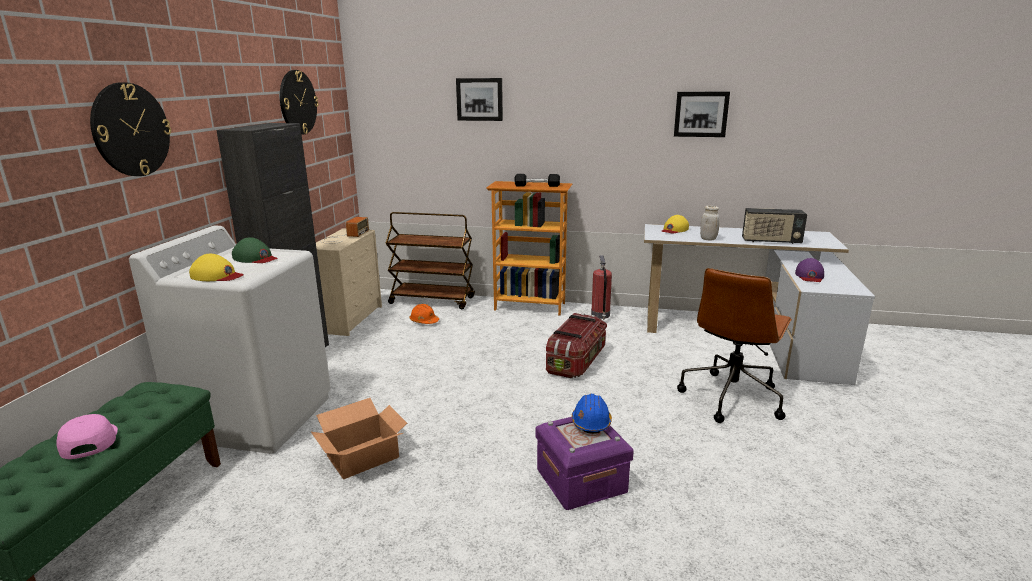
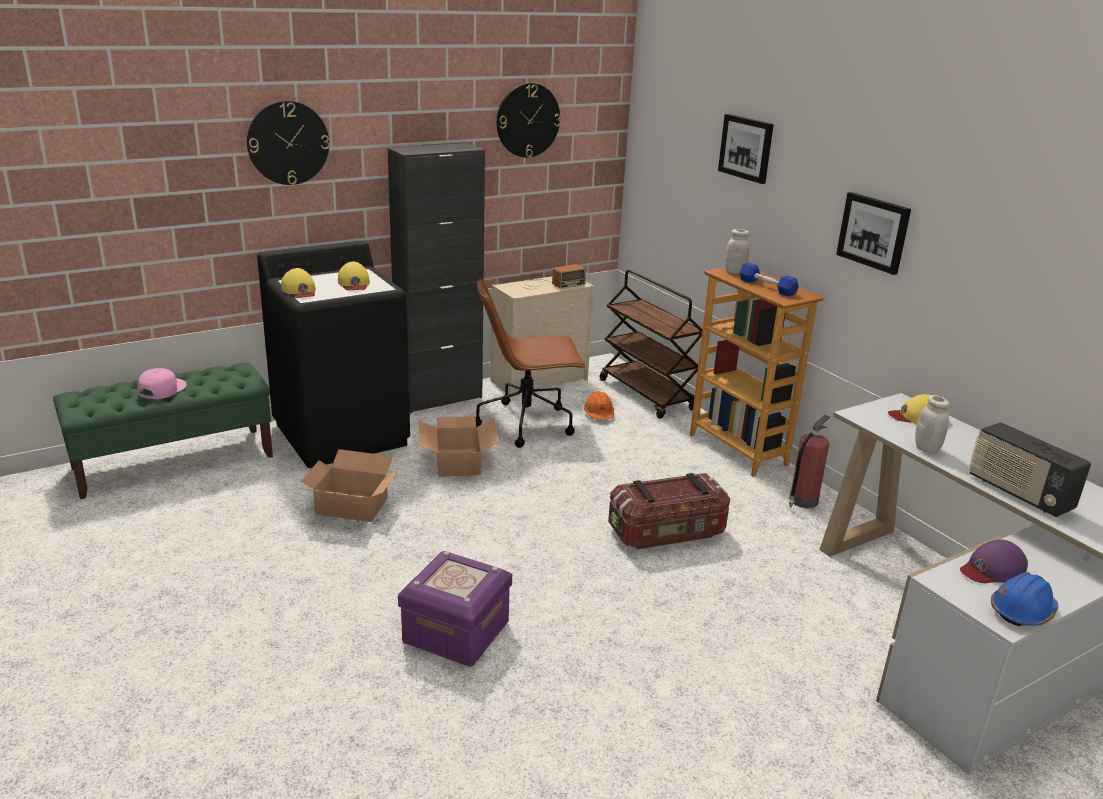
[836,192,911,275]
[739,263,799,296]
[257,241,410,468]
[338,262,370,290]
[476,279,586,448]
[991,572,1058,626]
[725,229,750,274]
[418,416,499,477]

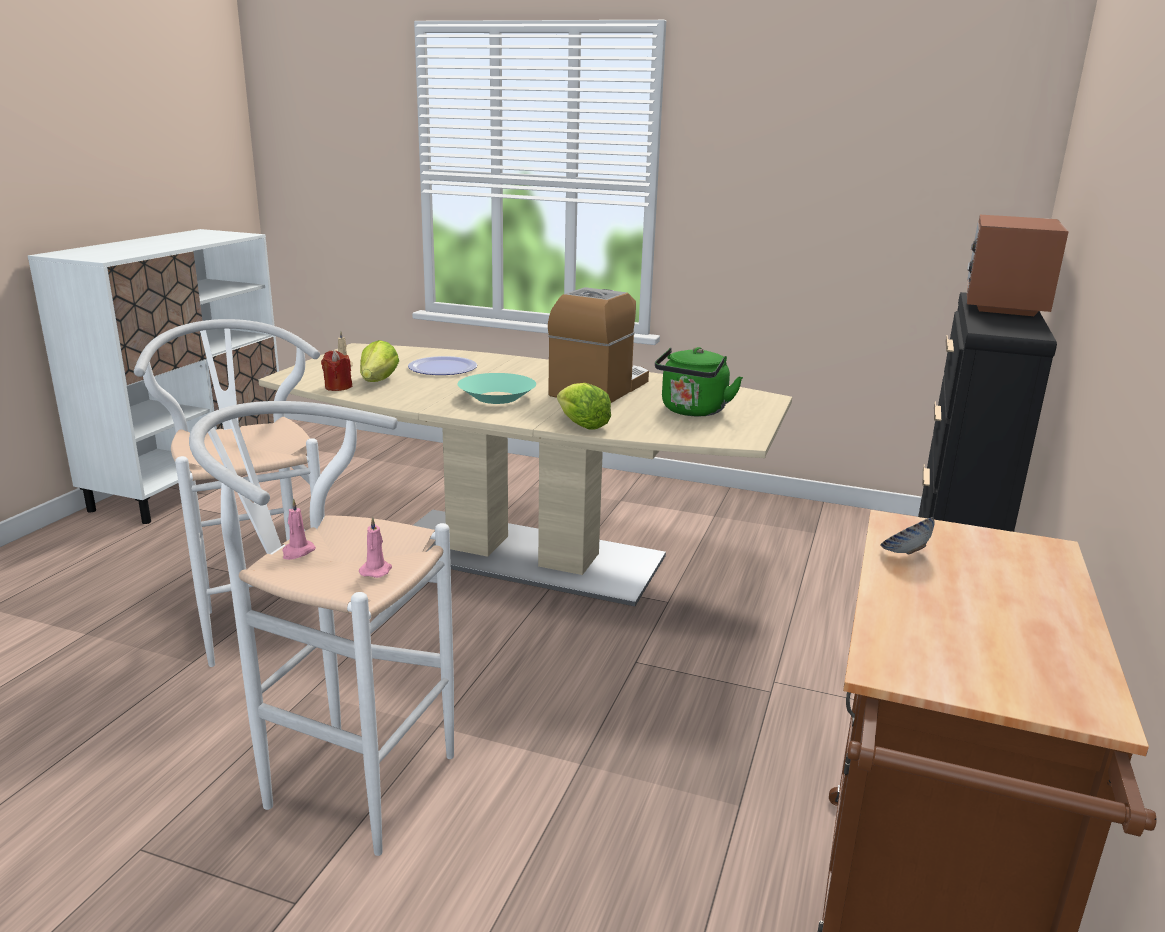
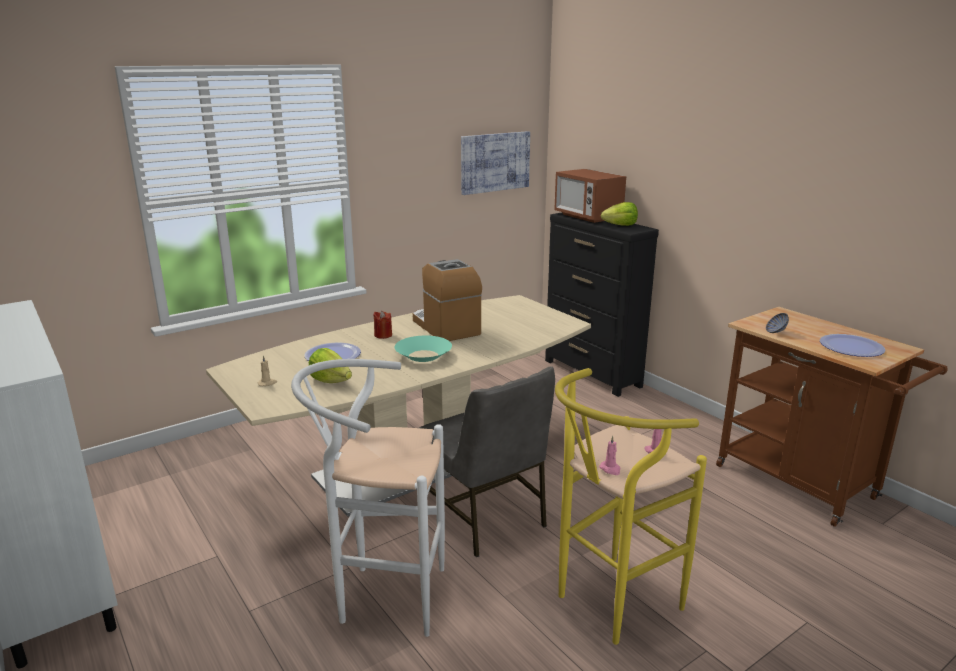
[655,347,743,416] (first image)
[373,311,392,339]
[601,202,638,226]
[555,368,707,645]
[461,131,530,195]
[820,334,886,357]
[419,366,555,557]

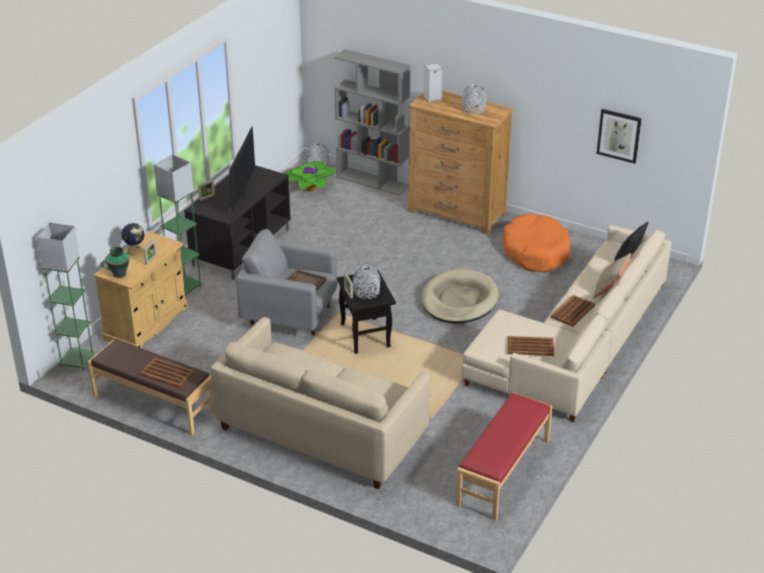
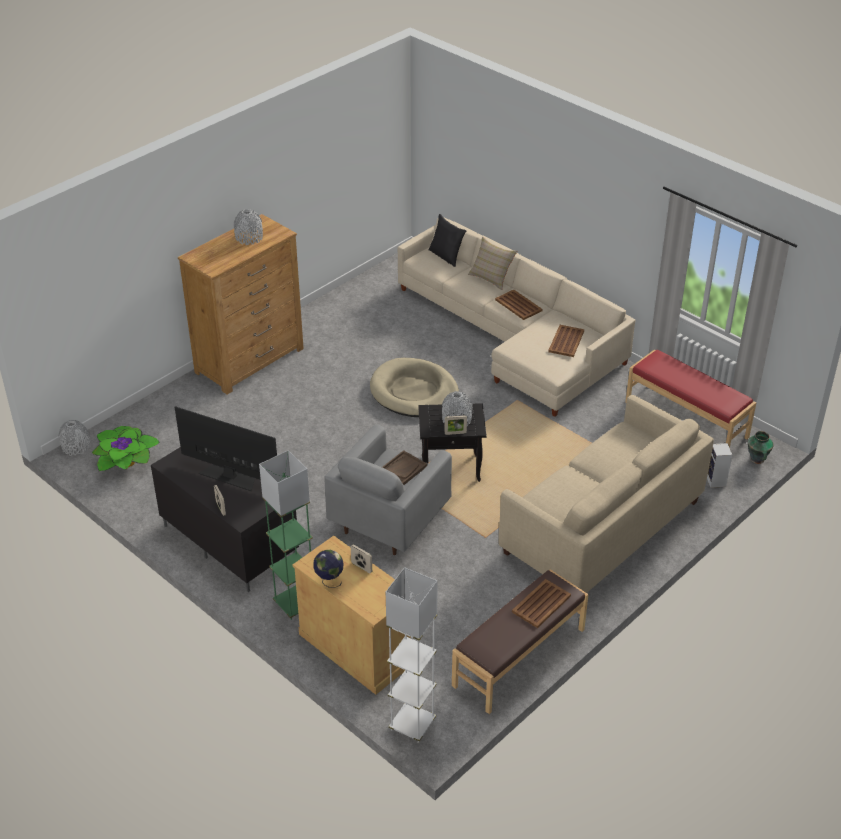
[334,49,410,195] (first image)
[707,443,732,488]
[597,109,642,164] (first image)
[502,213,570,273] (first image)
[386,567,438,743]
[748,431,773,464]

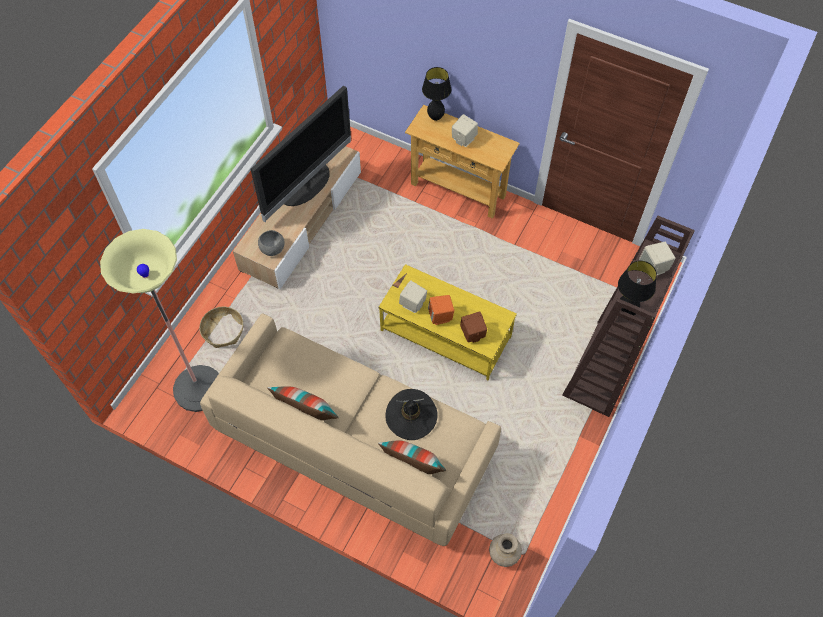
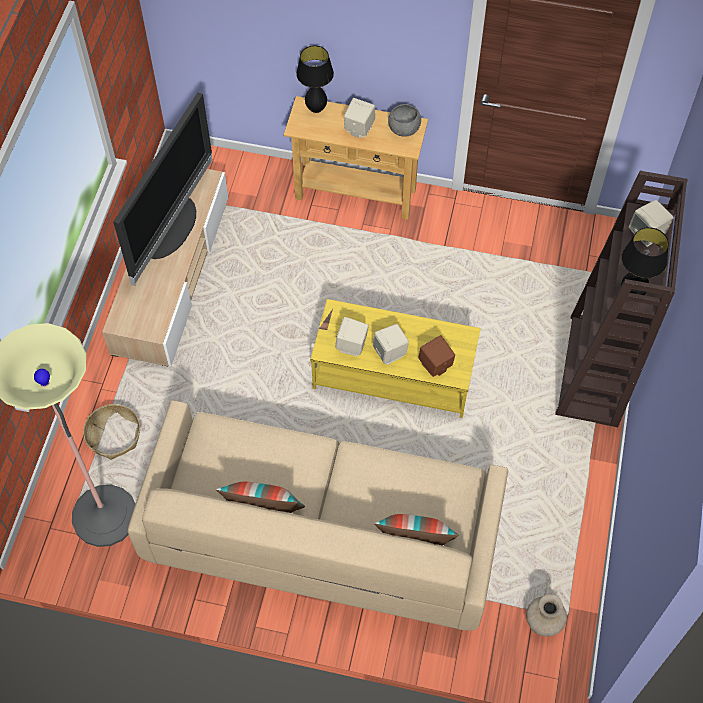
[388,104,421,137]
[373,324,409,365]
[385,389,438,440] (first image)

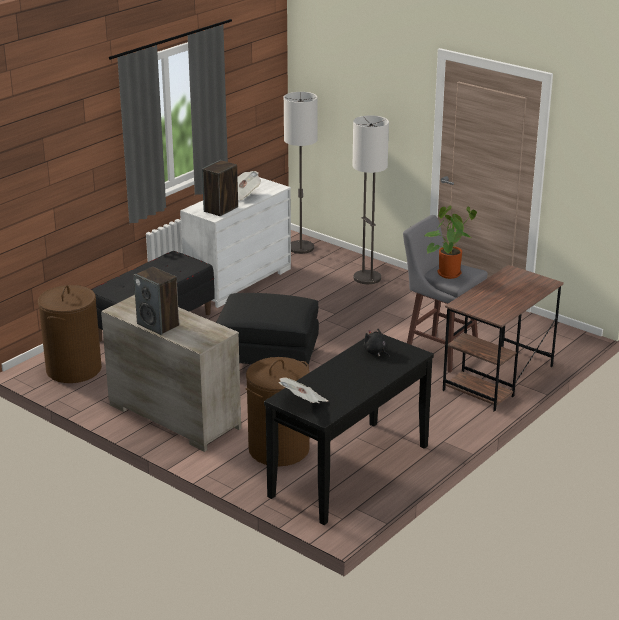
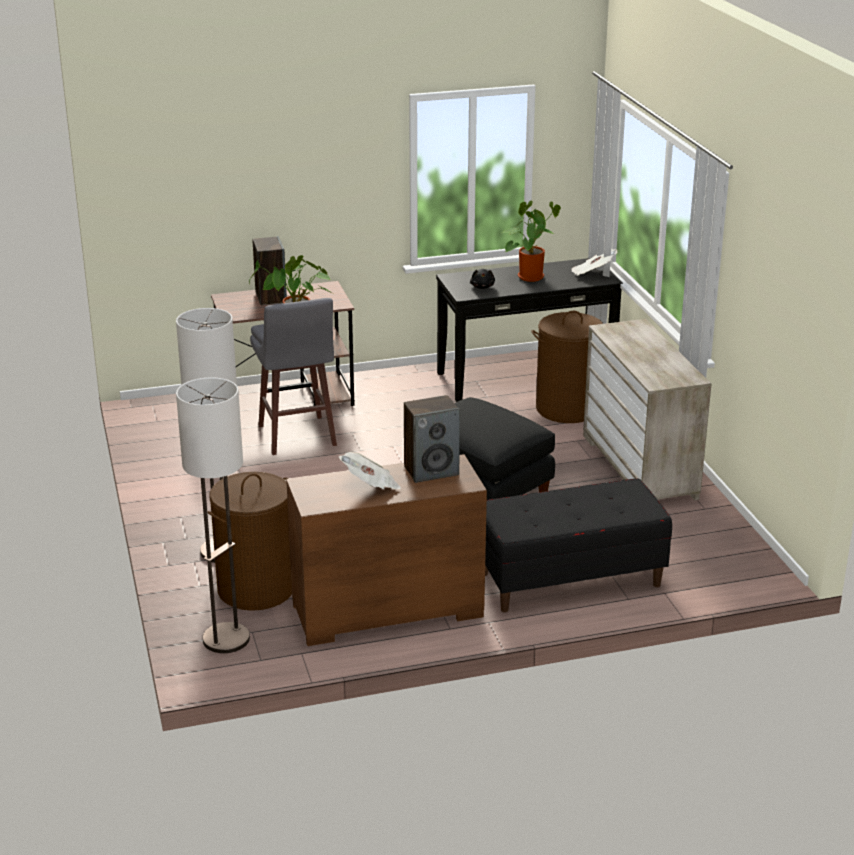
[286,454,487,646]
[252,236,287,305]
[207,472,292,611]
[501,201,561,282]

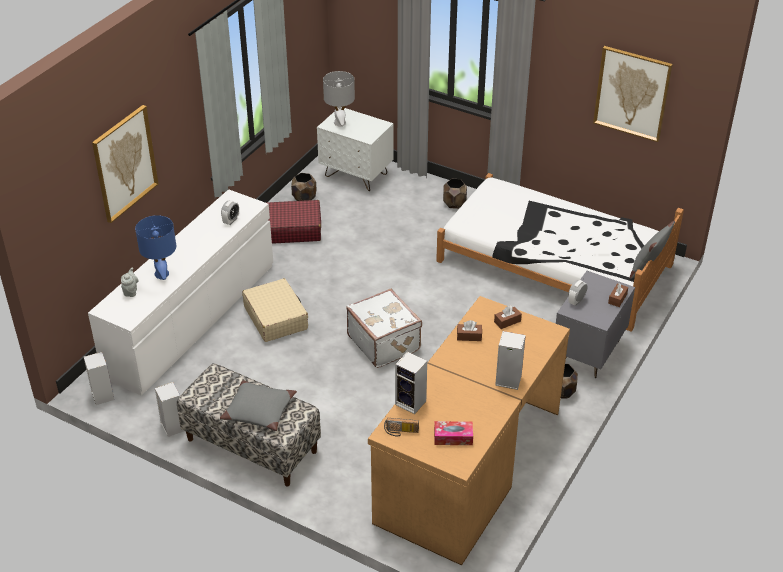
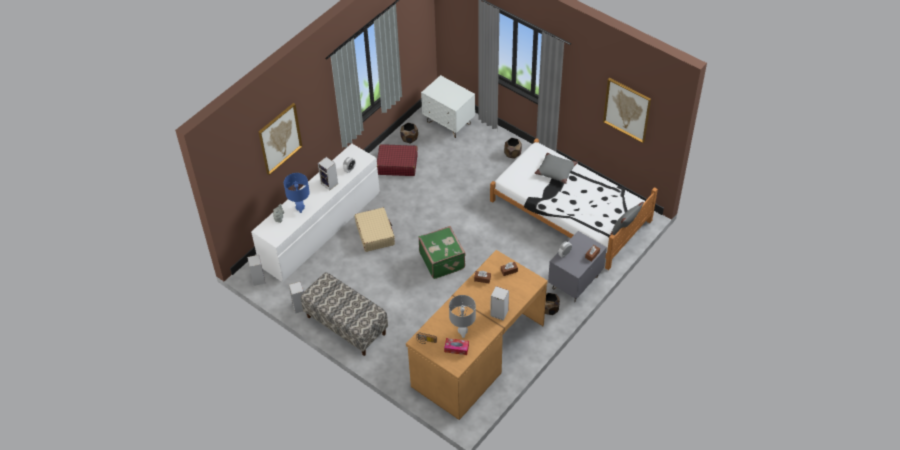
[449,295,476,338]
[418,226,466,279]
[318,157,338,190]
[534,153,578,184]

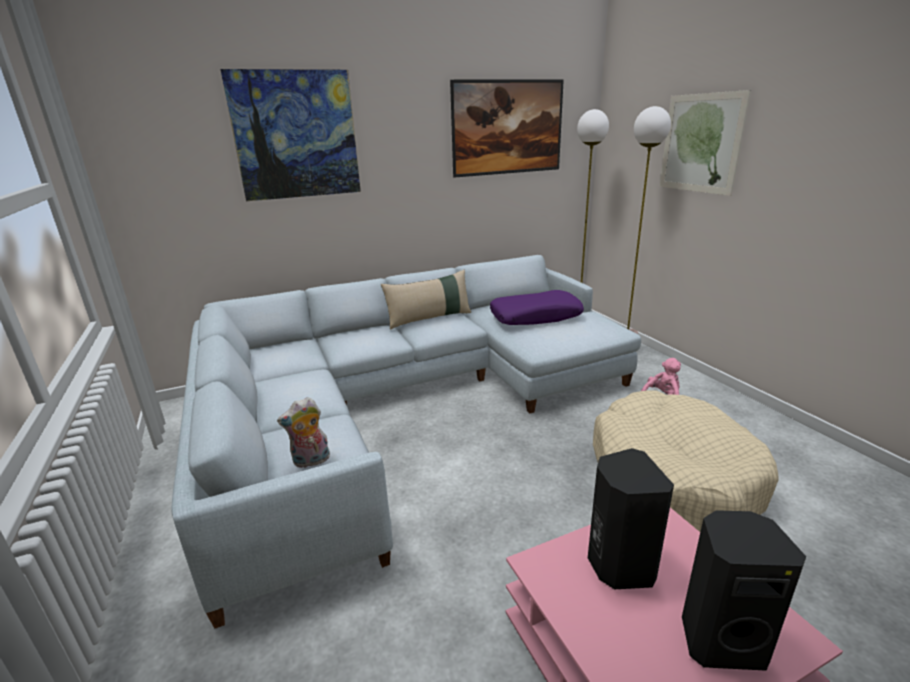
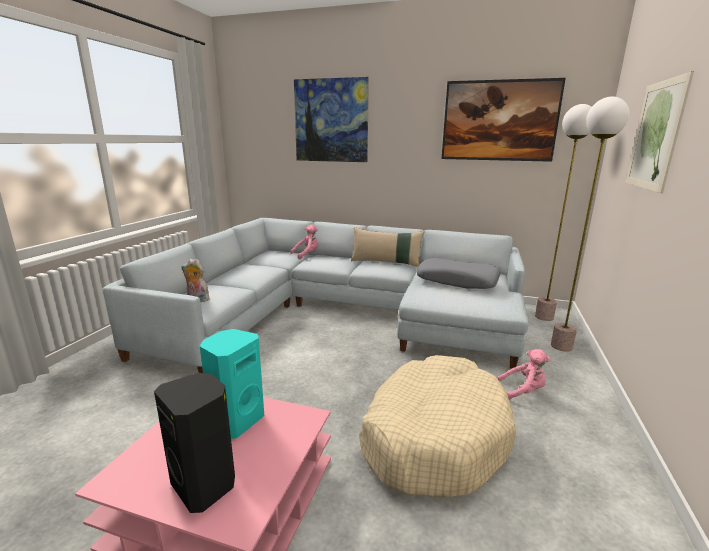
[417,258,500,289]
[200,329,264,439]
[290,224,318,259]

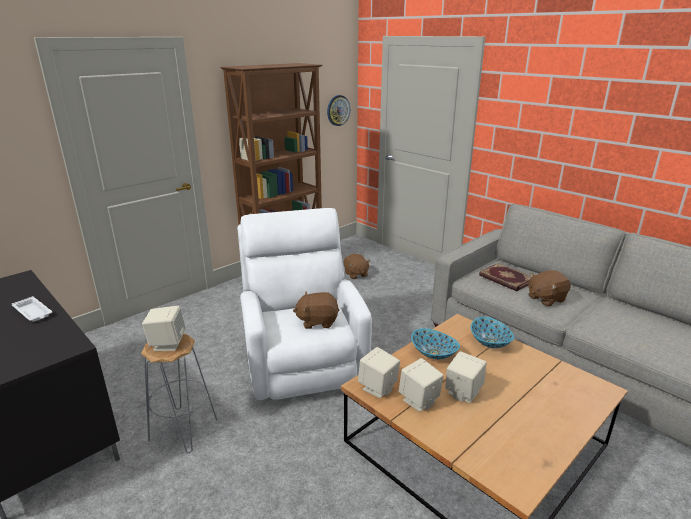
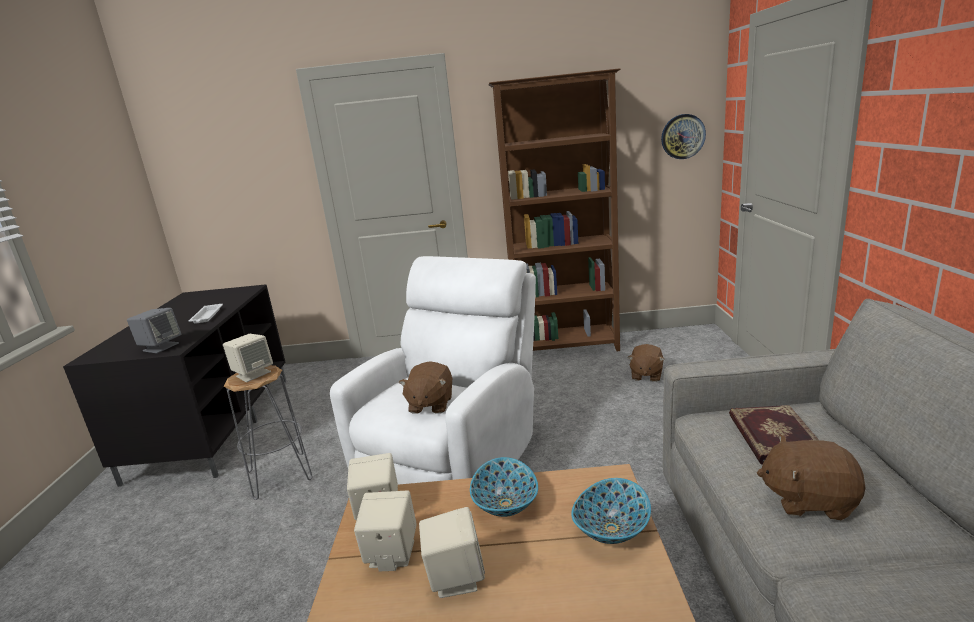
[399,361,452,414]
[127,308,181,353]

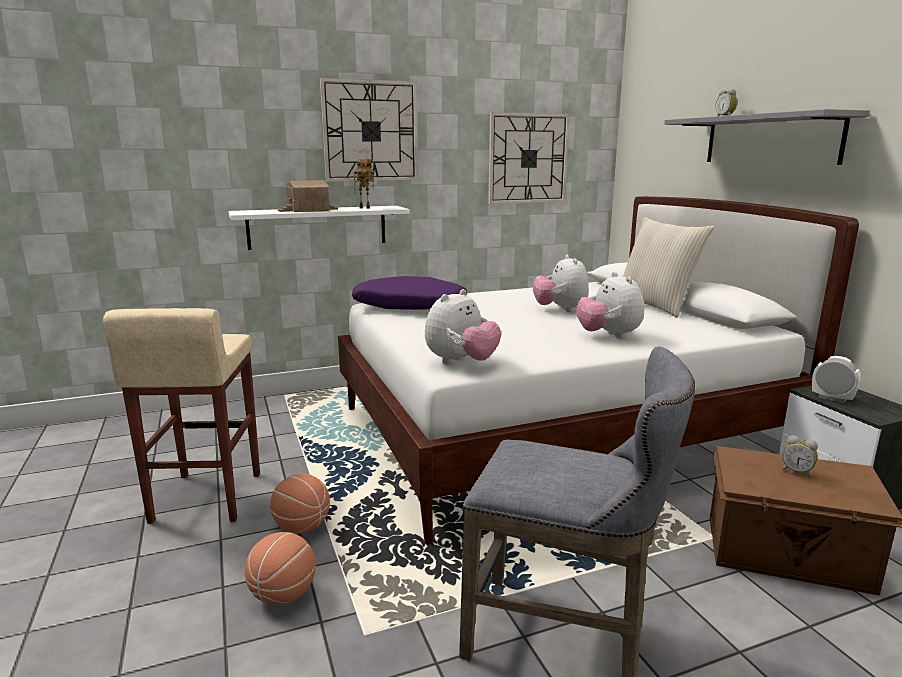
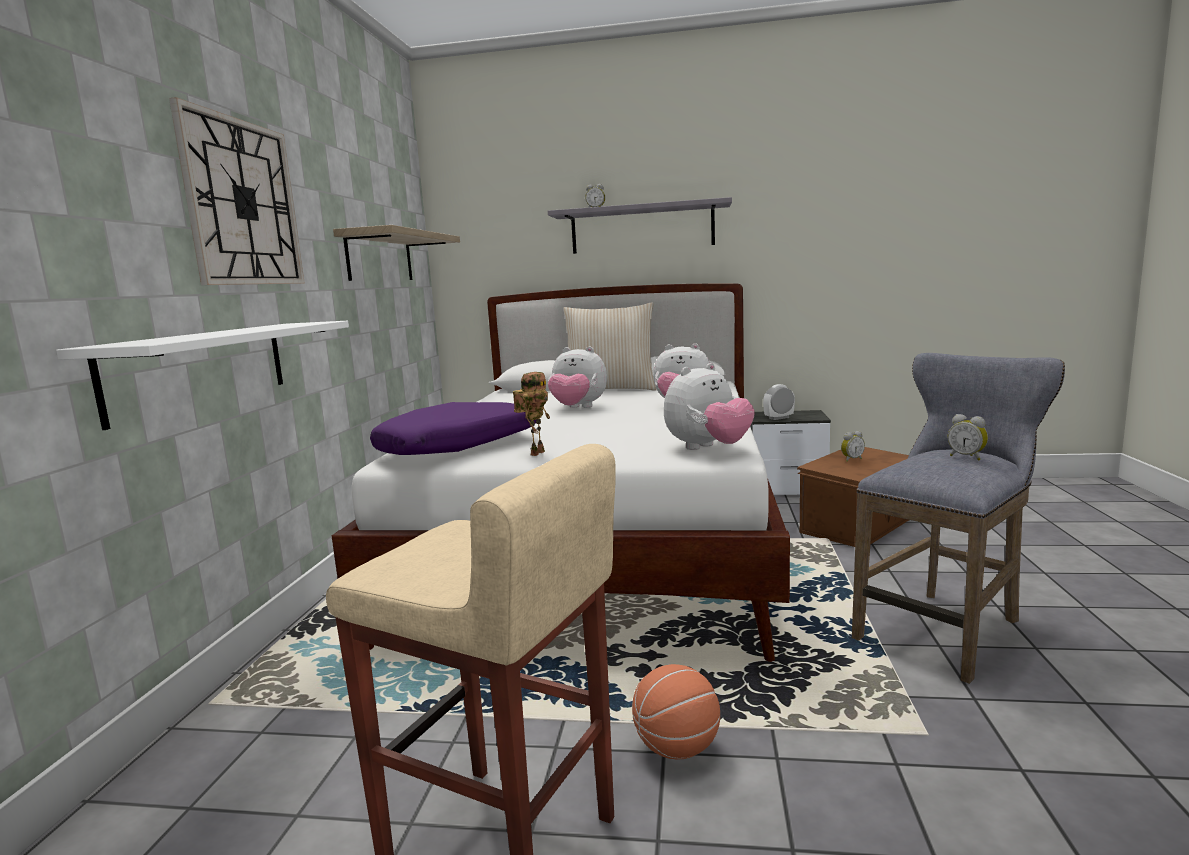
[333,225,460,281]
[513,372,550,456]
[278,180,338,212] (first image)
[664,363,755,450]
[245,532,316,605] (first image)
[948,414,988,461]

